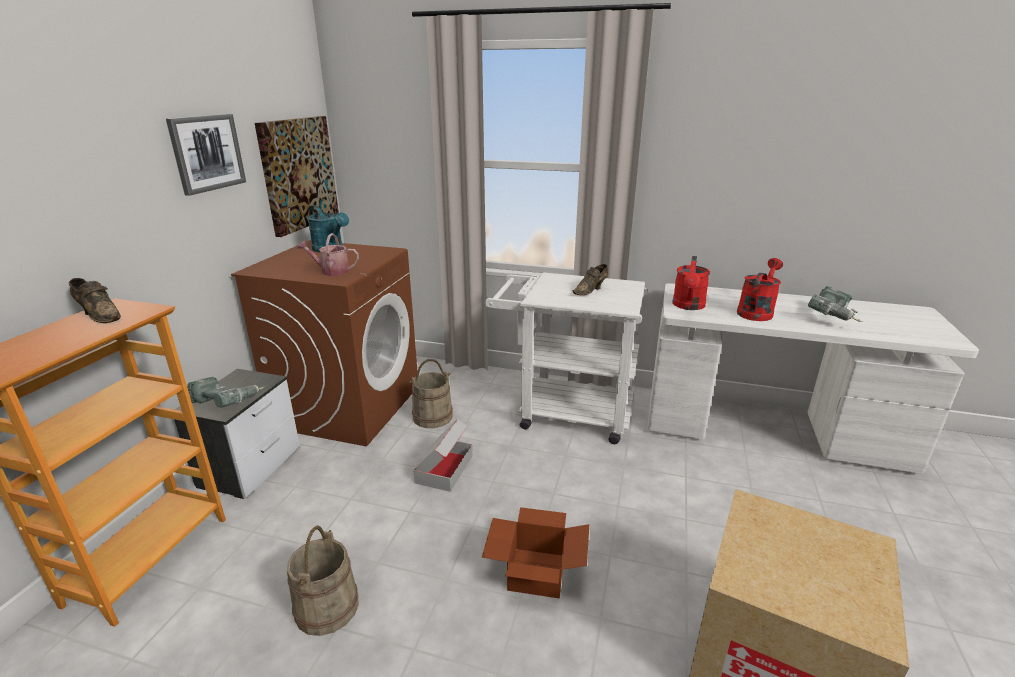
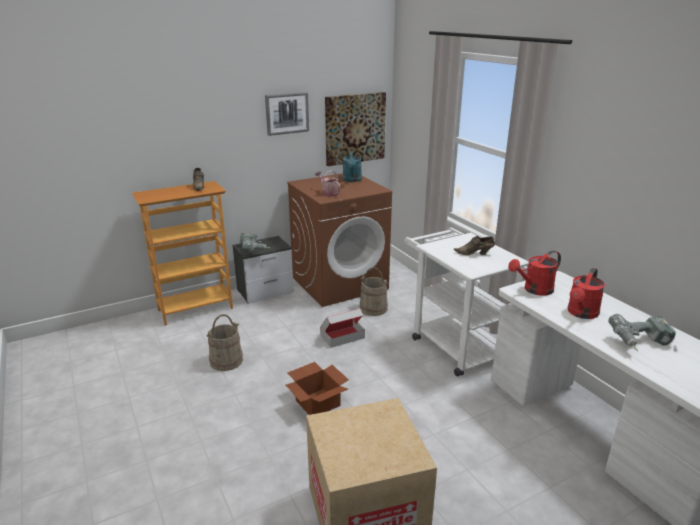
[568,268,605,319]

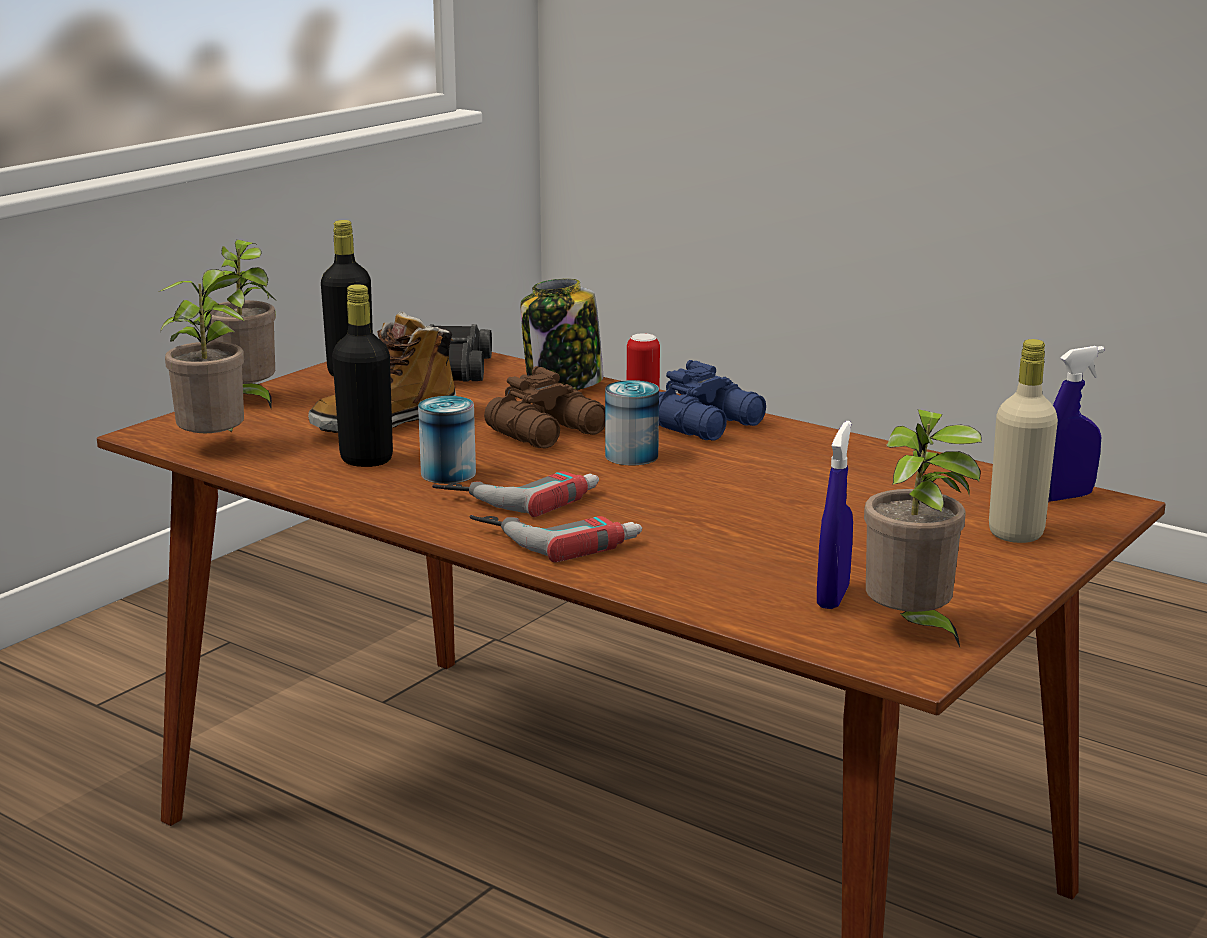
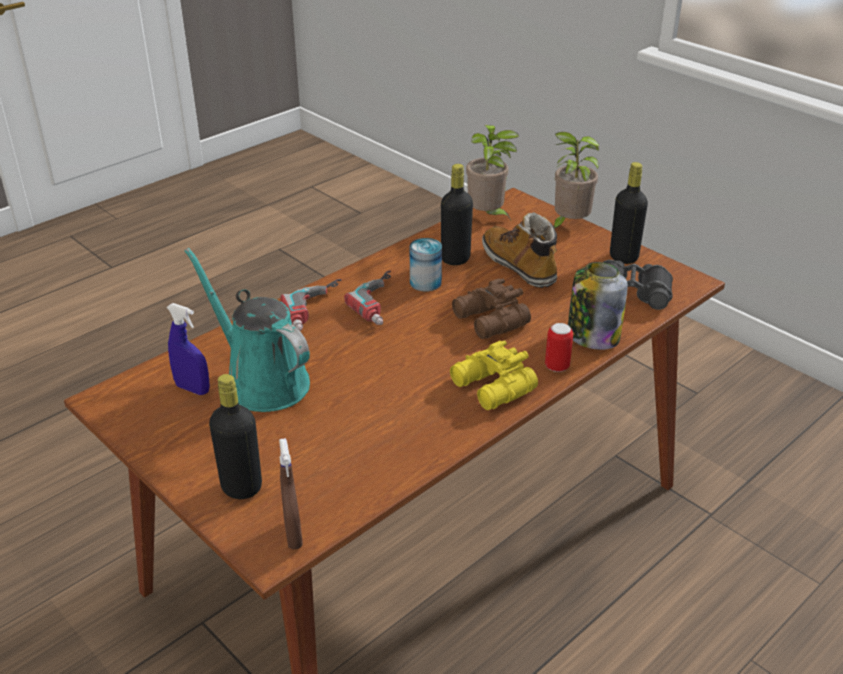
[209,374,262,499]
[279,438,303,549]
[450,340,538,410]
[605,380,659,465] (first image)
[864,409,982,647] (first image)
[185,248,310,412]

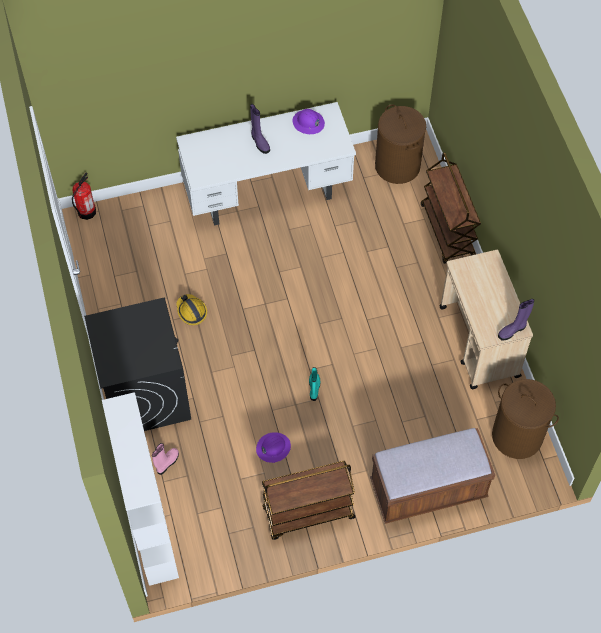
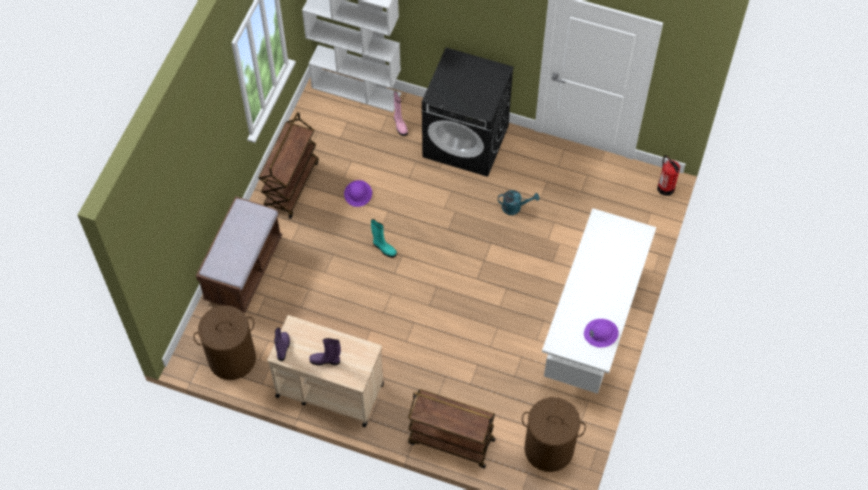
[309,338,341,365]
[498,190,539,215]

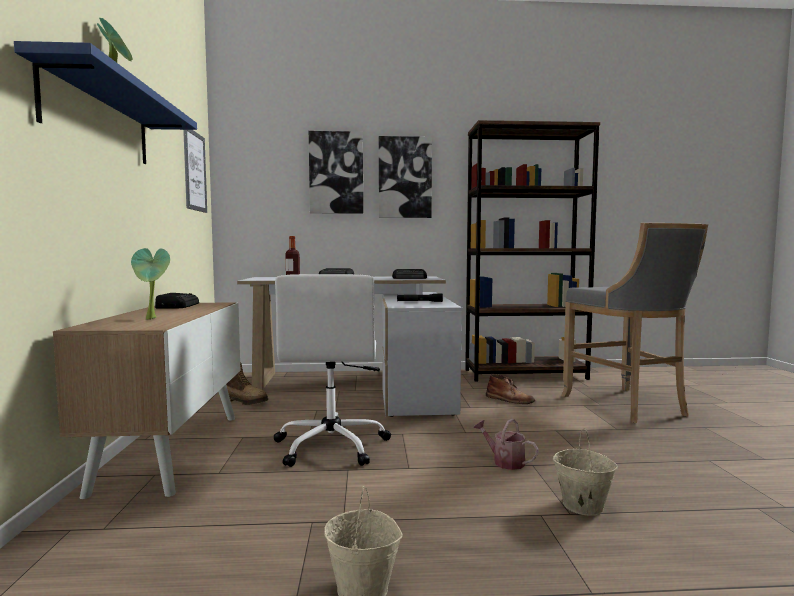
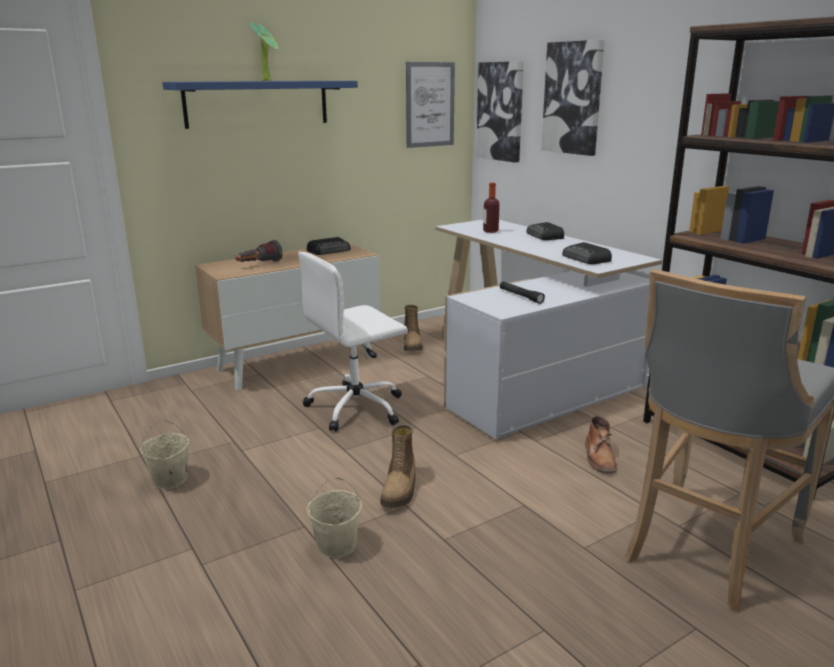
[476,61,524,162]
[235,240,283,262]
[380,424,415,508]

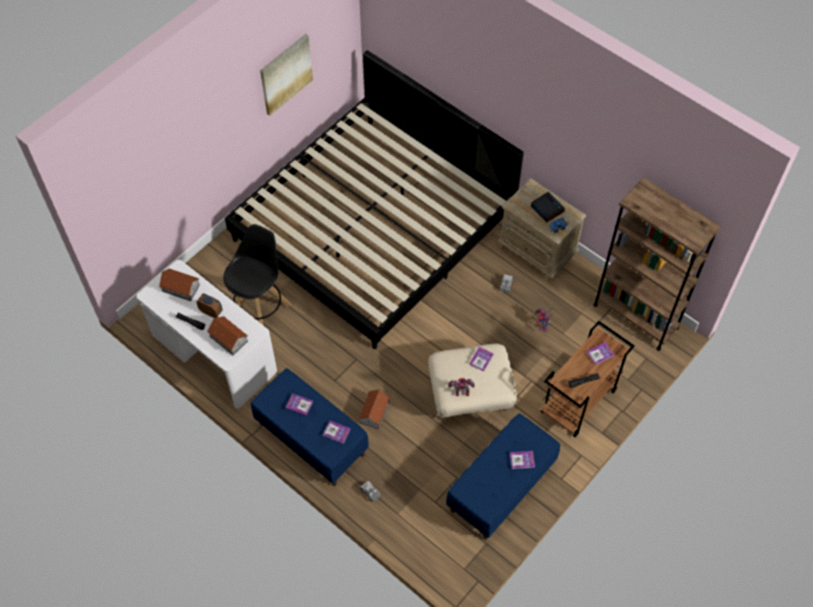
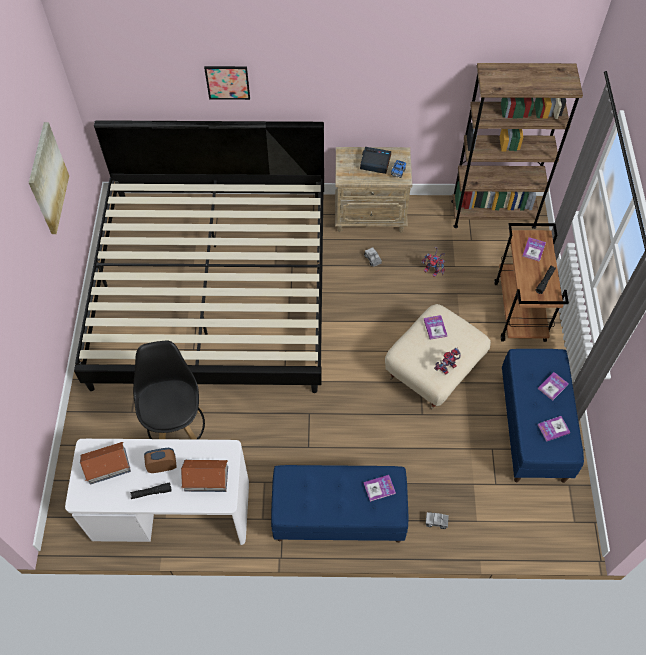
[358,389,390,429] (first image)
[538,416,571,442]
[204,66,250,100]

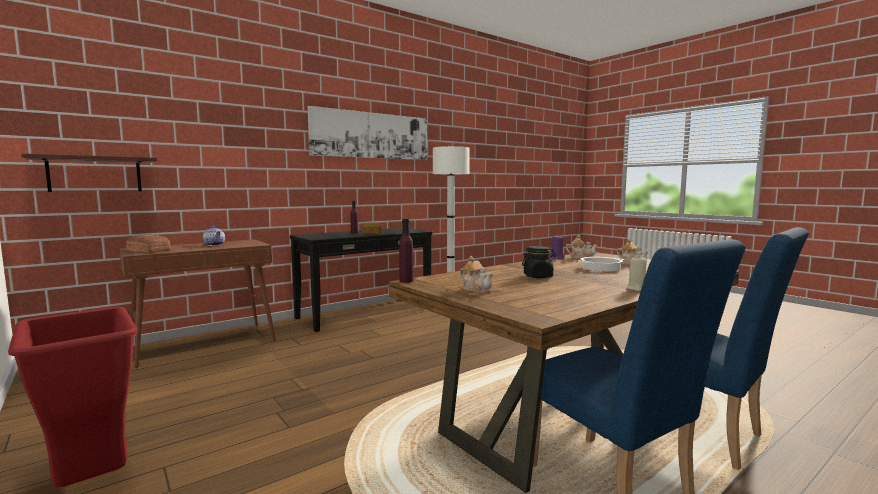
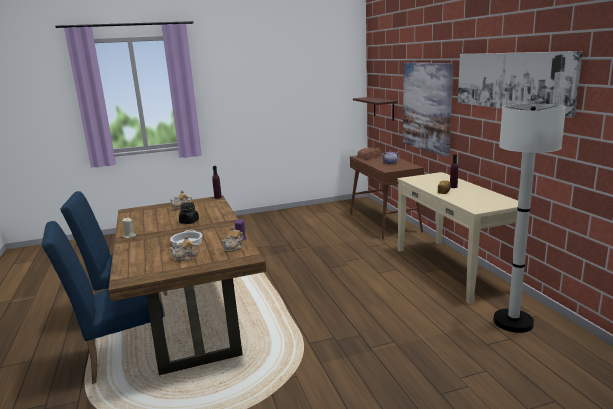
[398,172,518,304]
[8,306,138,487] (first image)
[403,63,453,157]

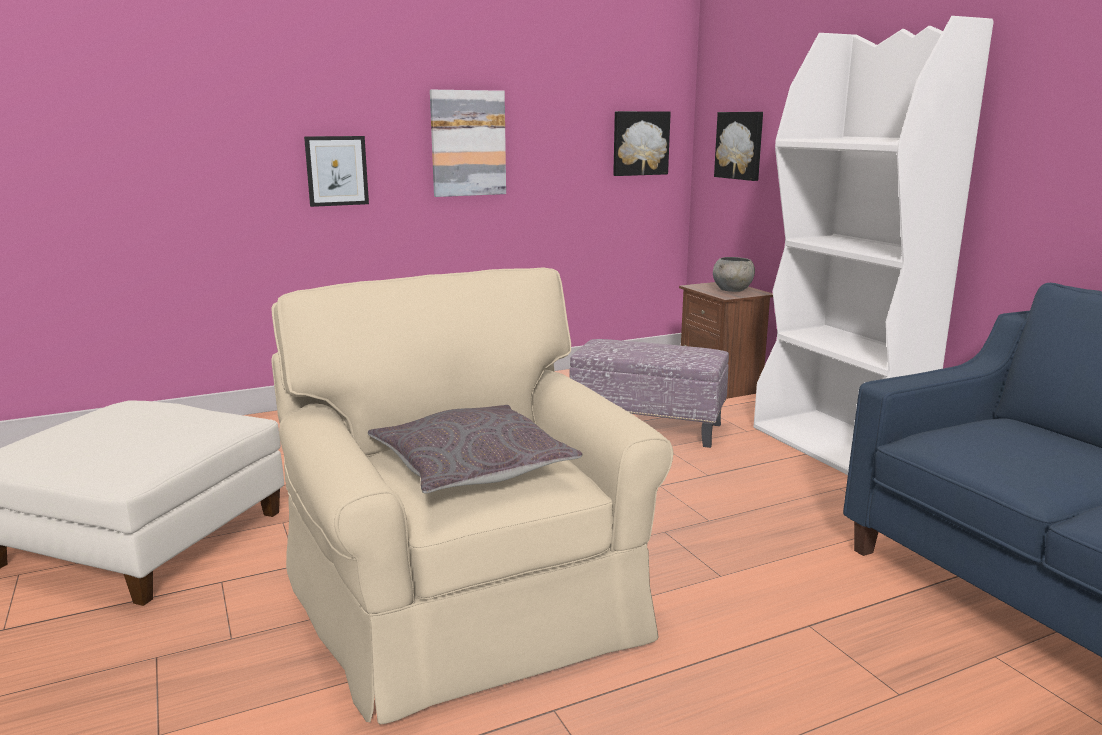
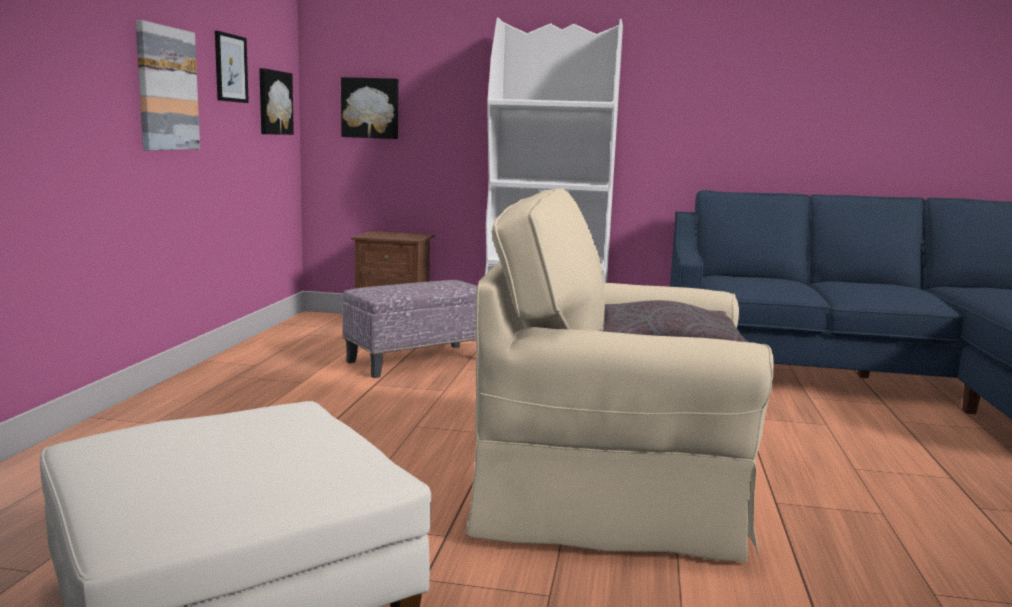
[215,31,249,103]
[713,257,755,292] (first image)

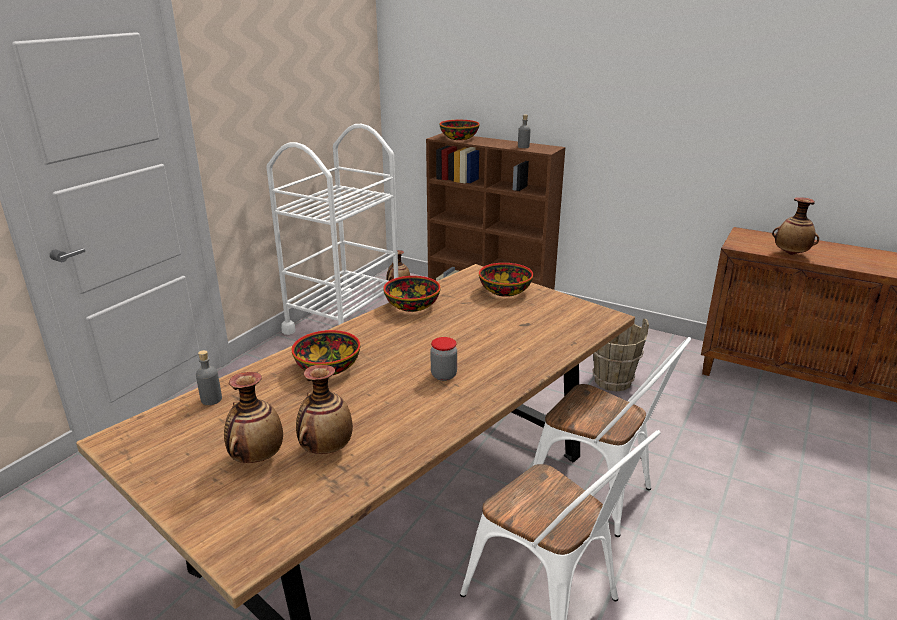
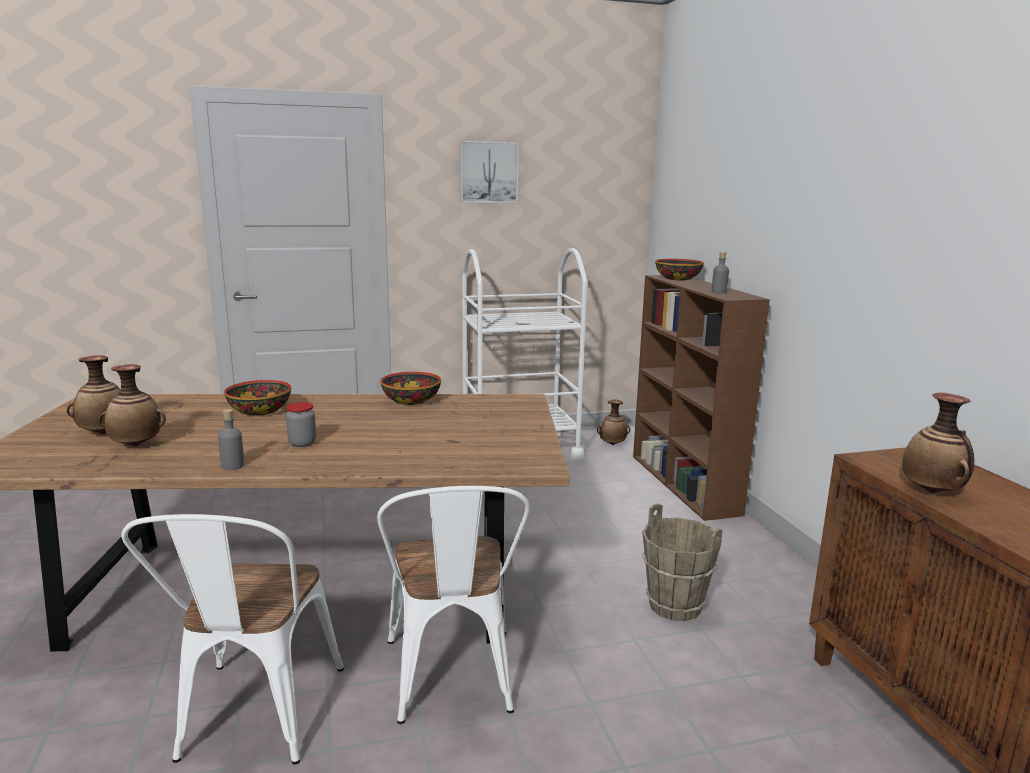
[479,263,533,297] (first image)
[218,409,244,470]
[460,141,519,203]

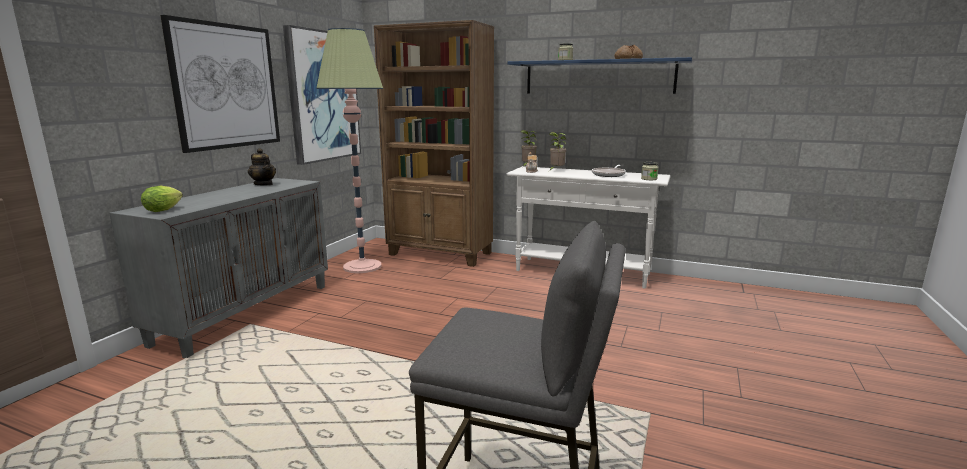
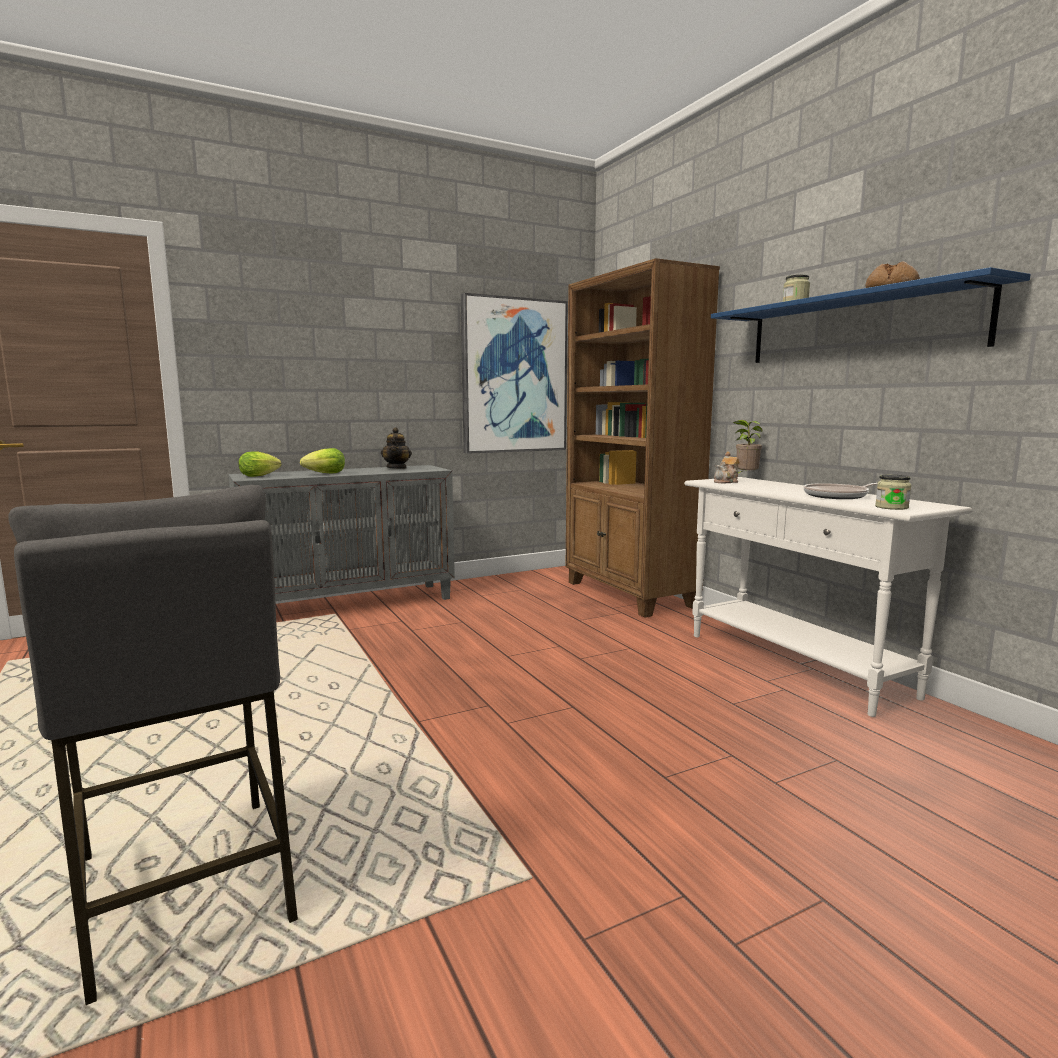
[160,15,280,153] (first image)
[316,28,383,273] (first image)
[549,132,566,171] (first image)
[300,448,345,474]

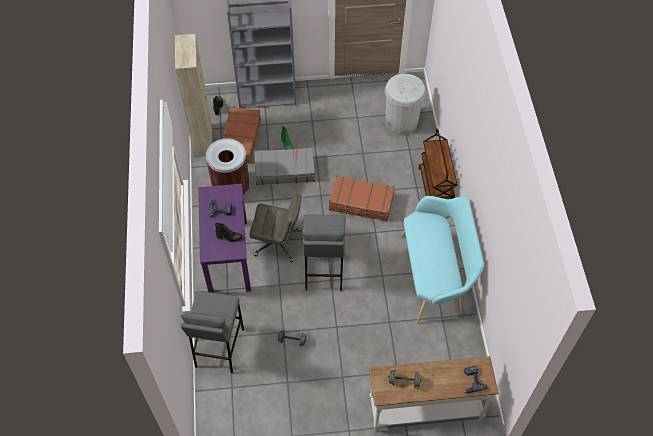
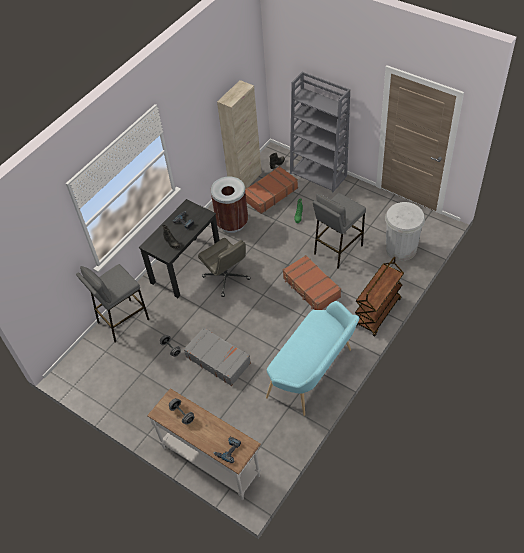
[184,327,251,386]
[139,199,219,298]
[313,193,366,269]

